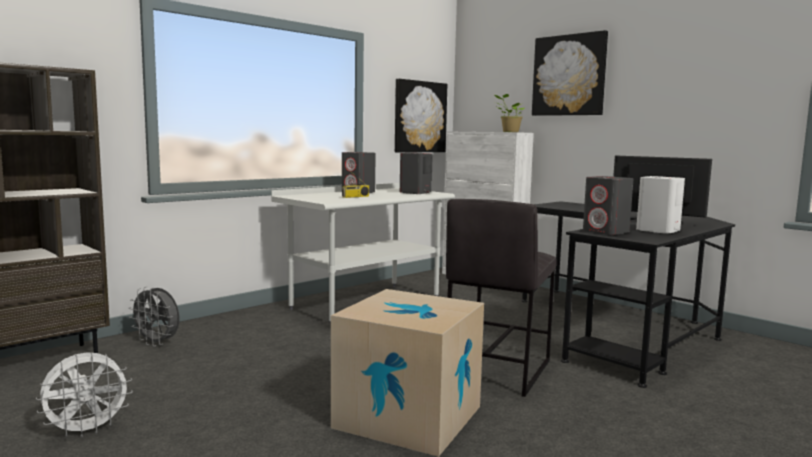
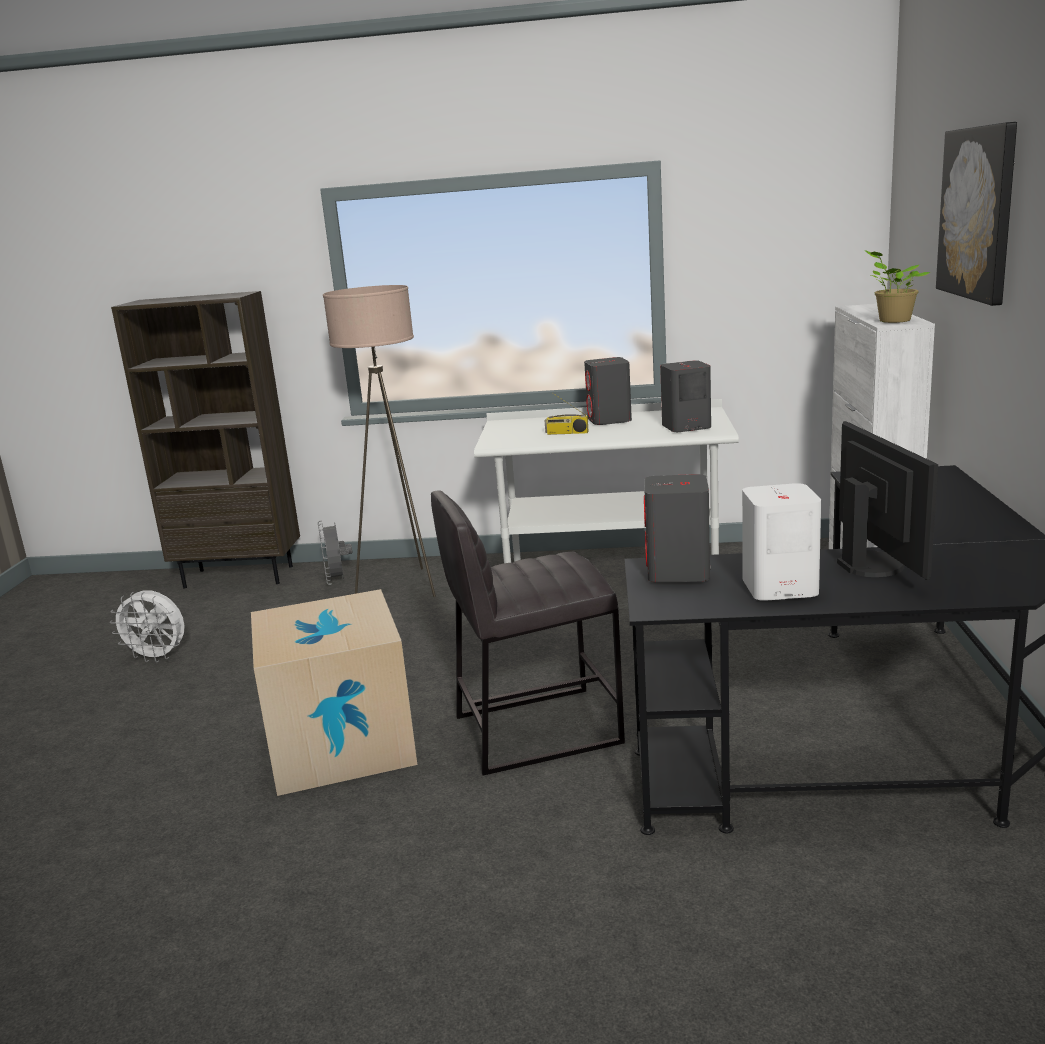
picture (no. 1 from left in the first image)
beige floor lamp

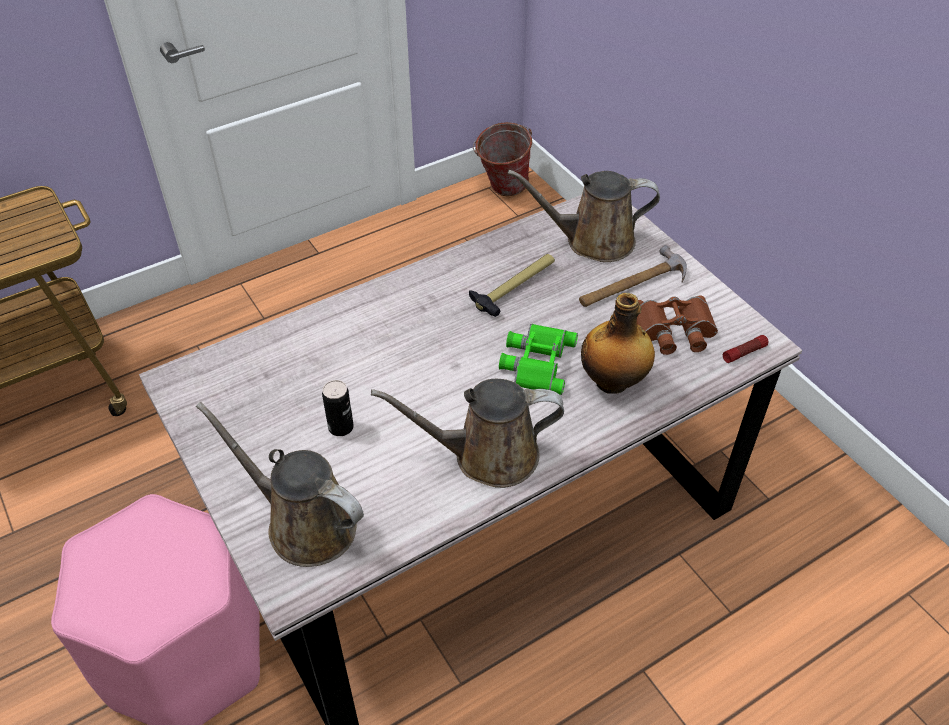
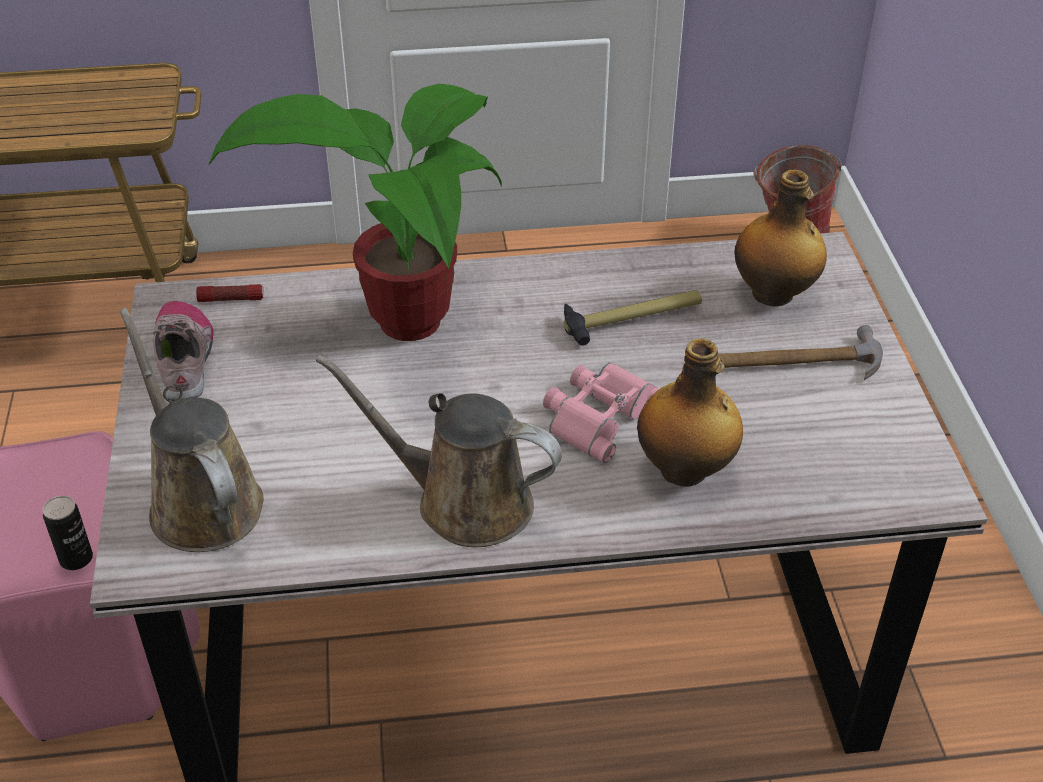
can
pink binoculars
bottle (no. 2 from left)
brown binoculars
flashlight
shoe
potted plant

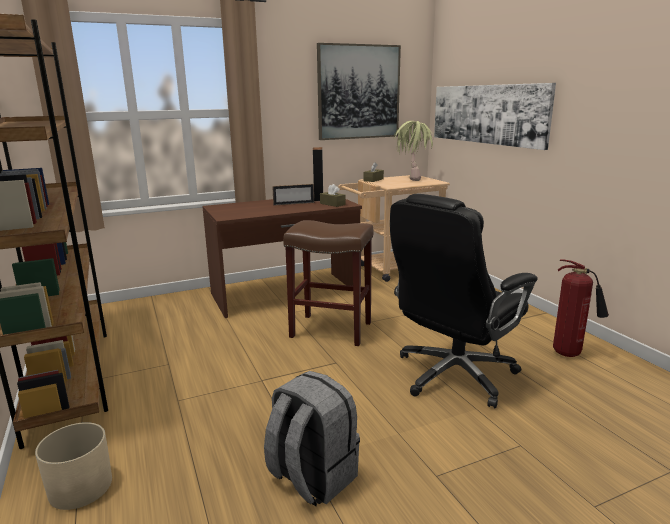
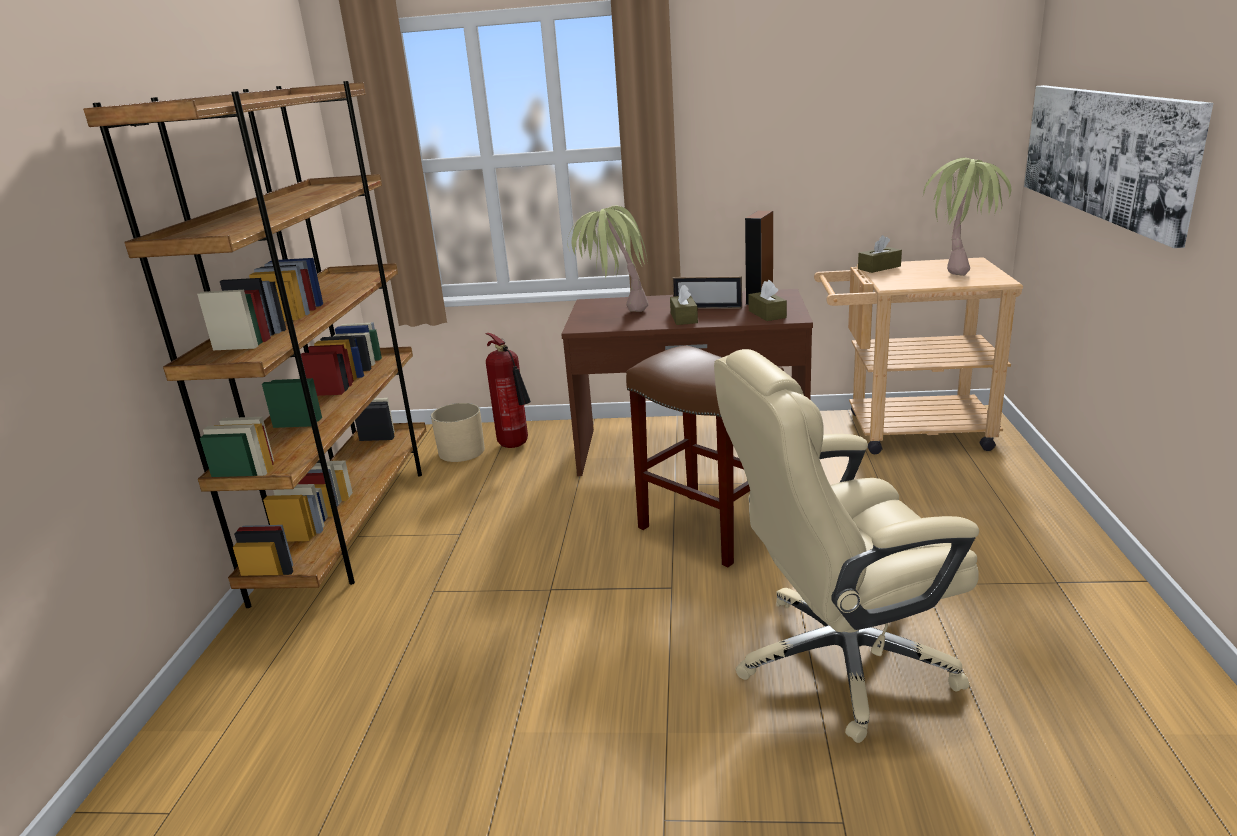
beige planter
grey backpack
picture (no. 1 from left in the first image)
beige office chair
fire extinguisher
potted plant (no. 1 from left)
brown tissue box (no. 1 from left)

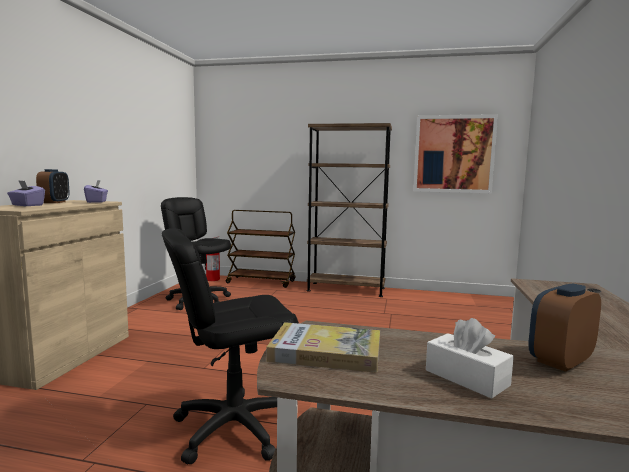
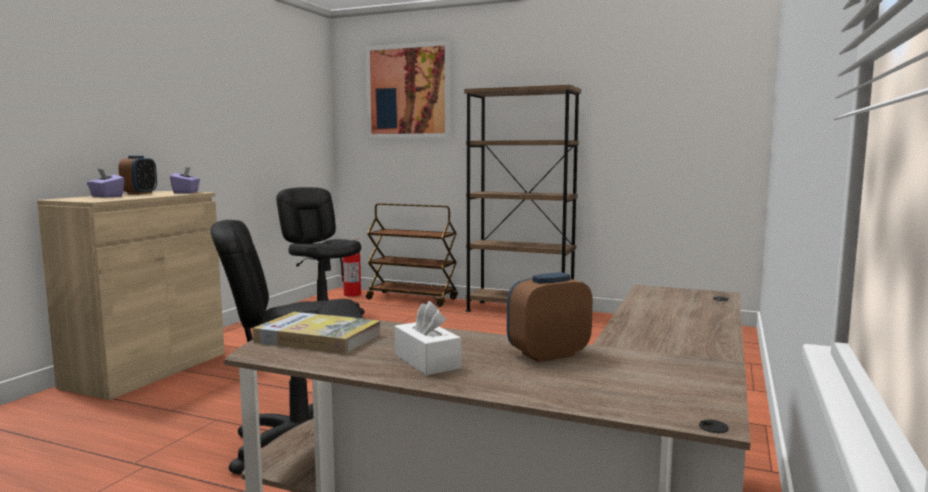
picture

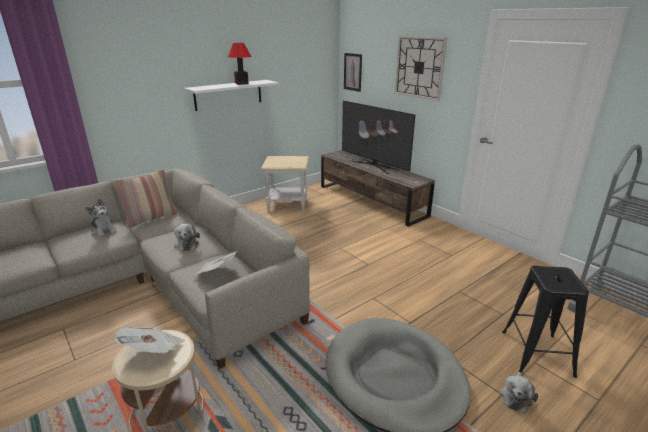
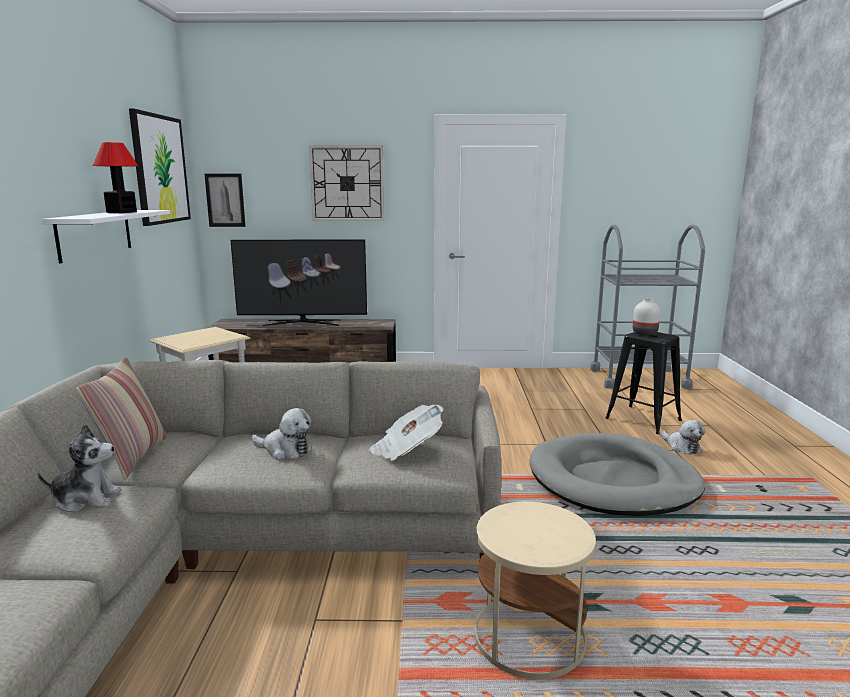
newspaper (no. 1 from left in the first image)
picture (no. 1 from left)
white vase

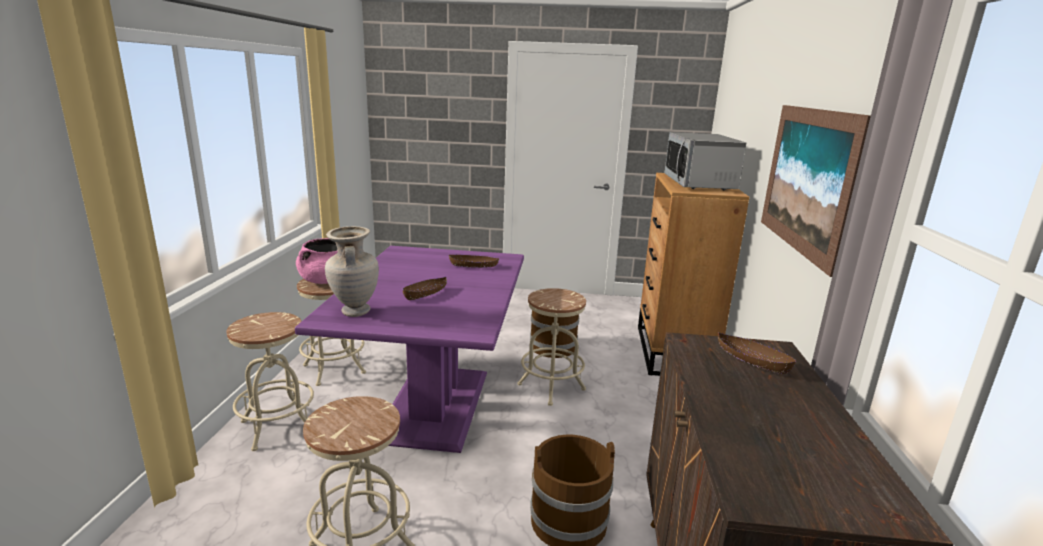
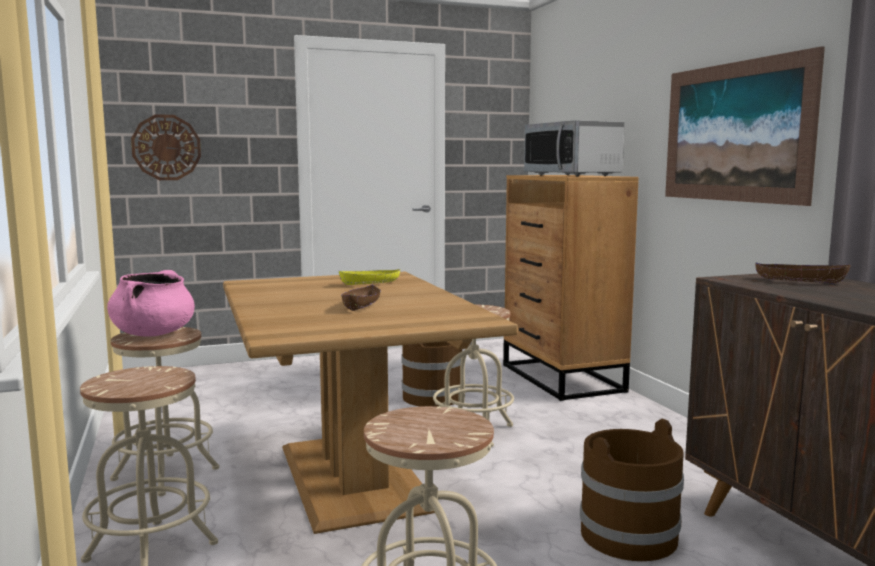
brown dining table
beige vase
yellow bowl
wall clock

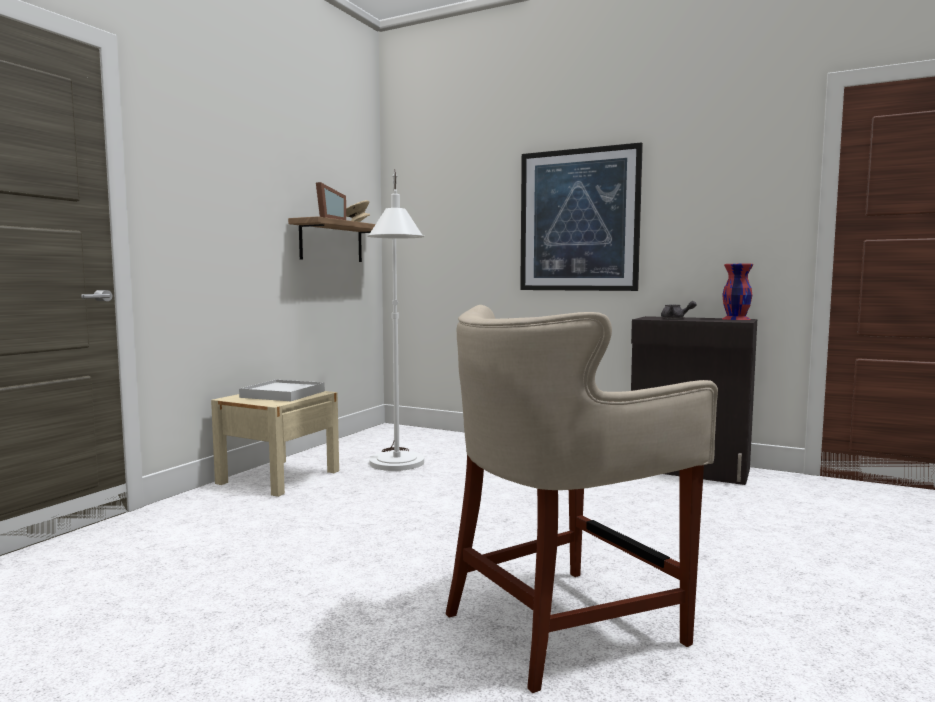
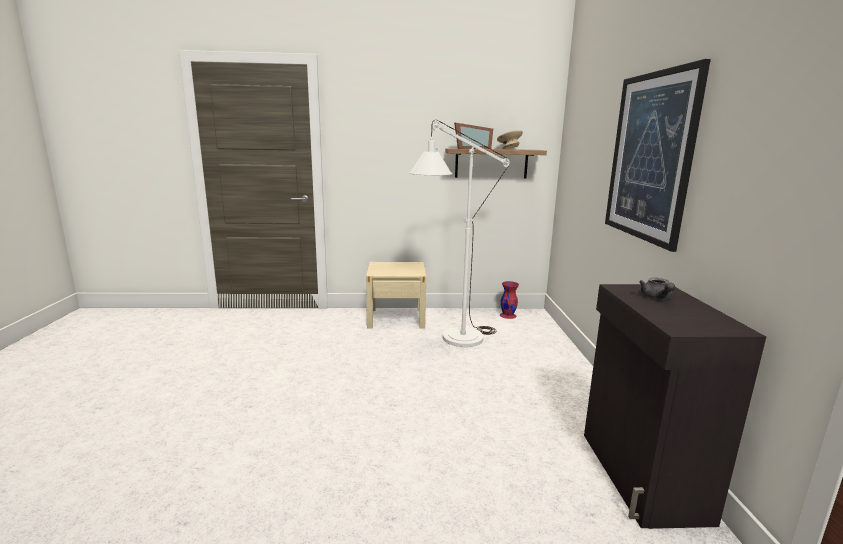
white tray
beige stool
red vase

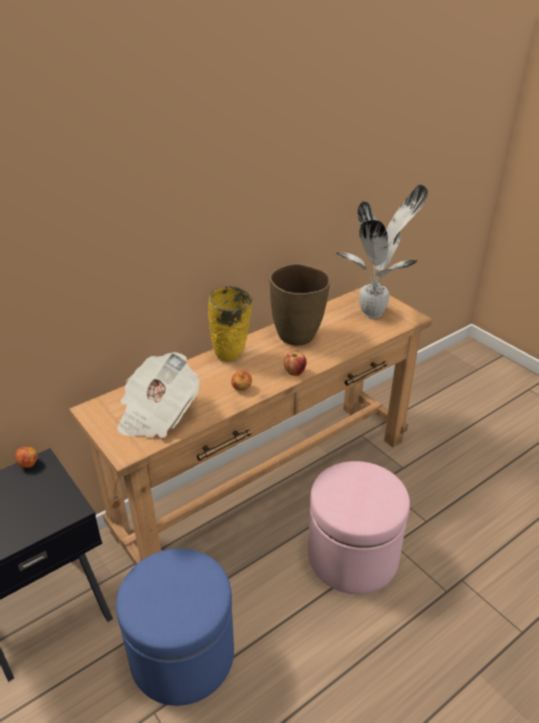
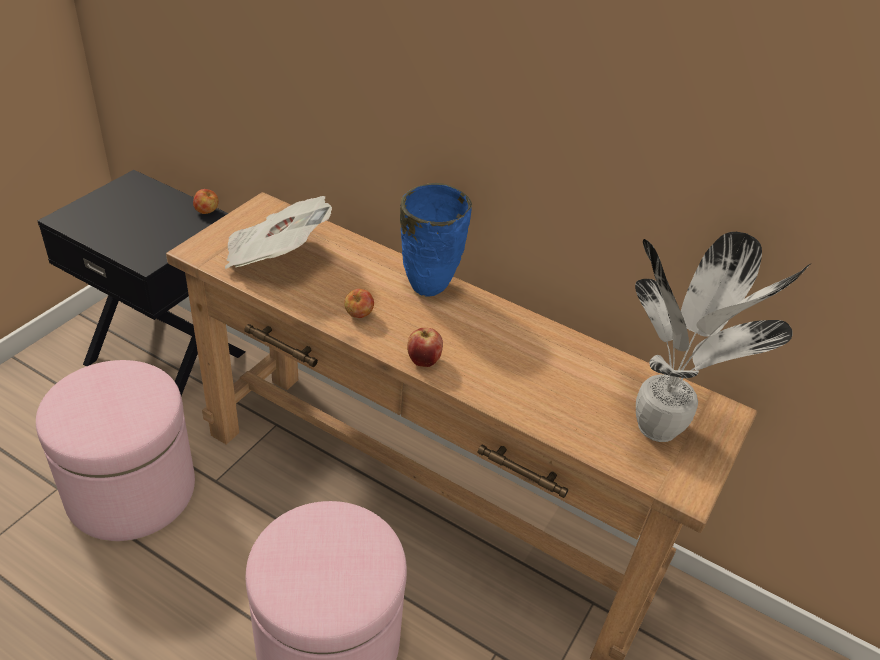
pink ottoman (no. 1 from left)
blue vase
brown vase

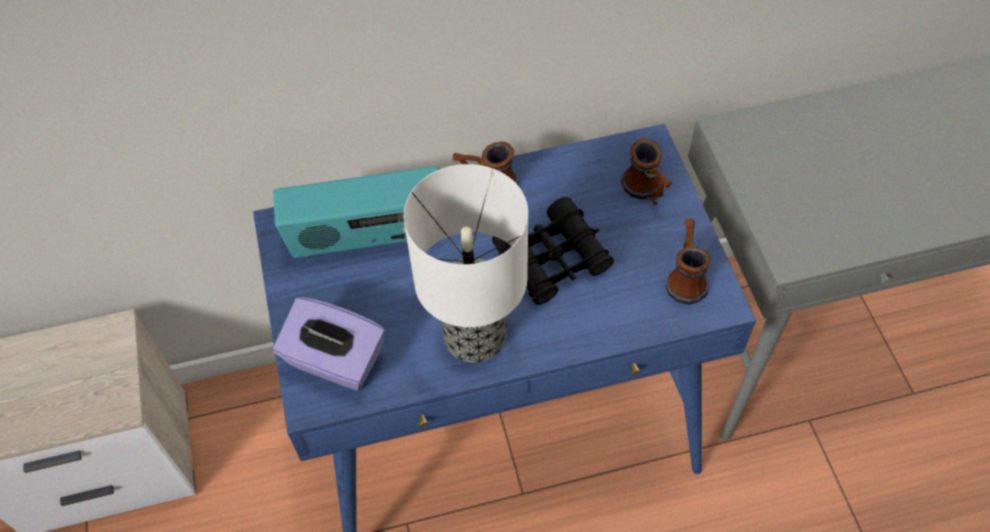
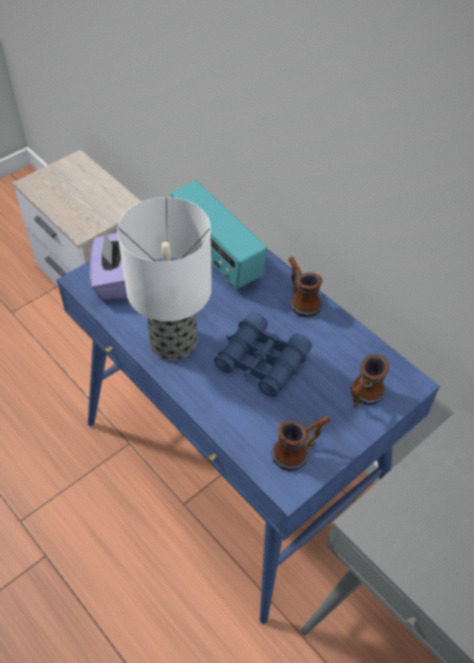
blue binoculars

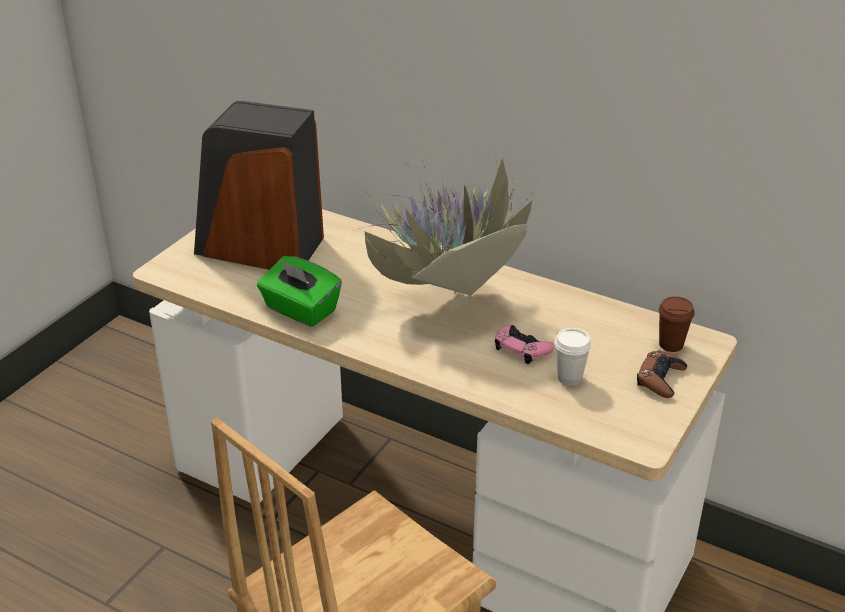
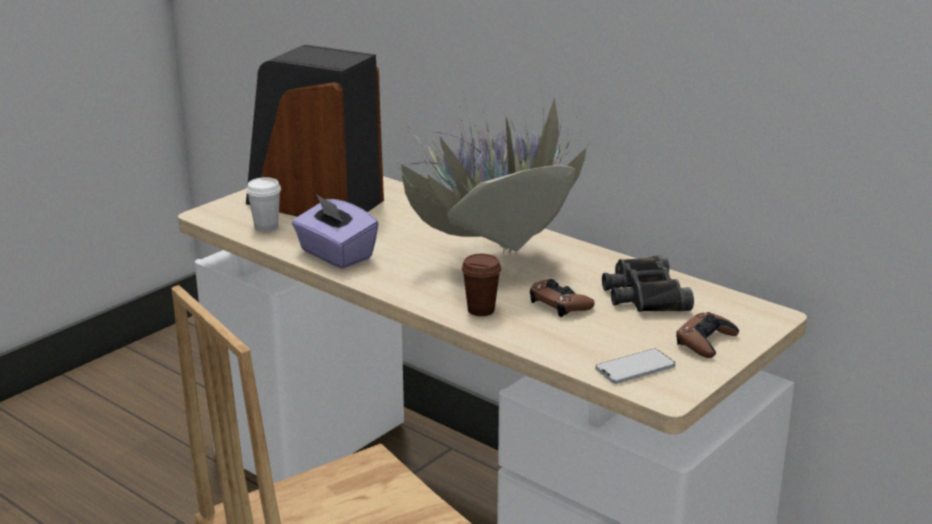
purple tissue box
brown game controller (no. 1 from left)
white cup
brown cup
phone
black binoculars

